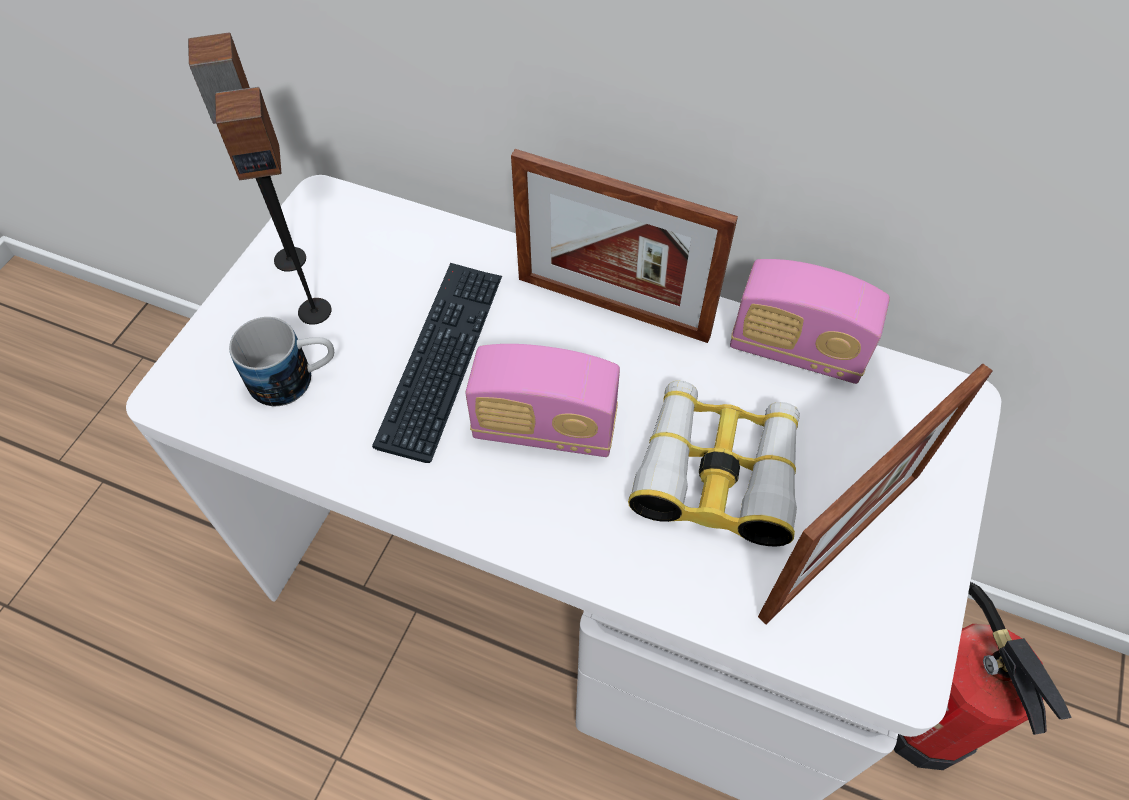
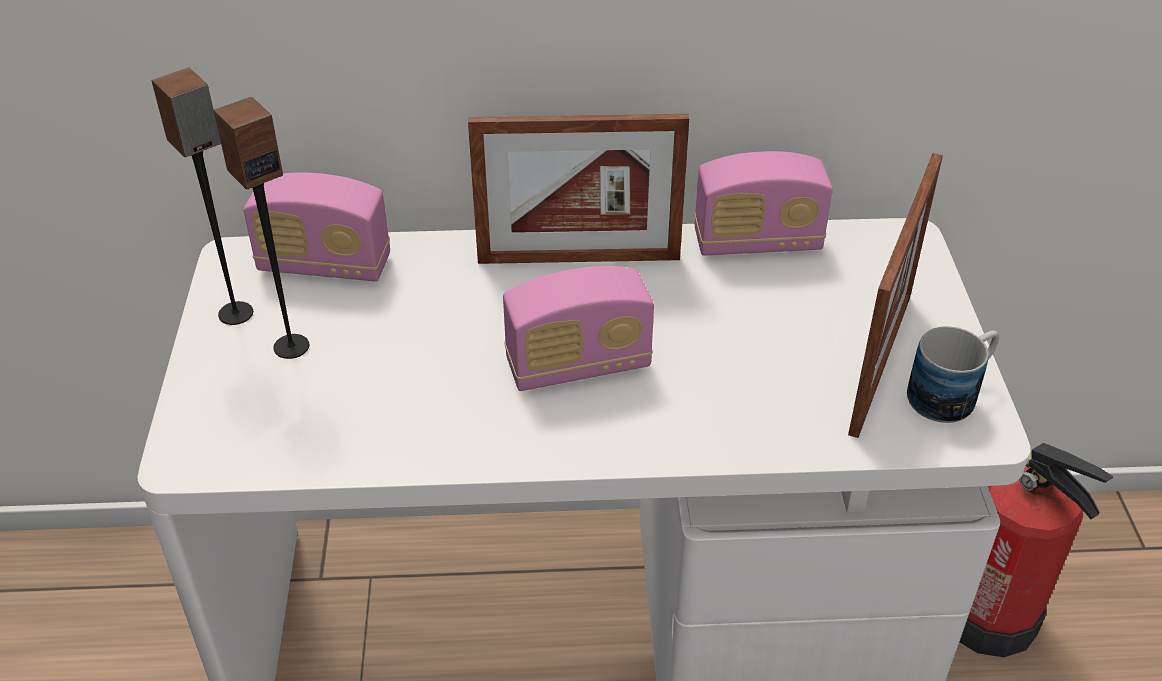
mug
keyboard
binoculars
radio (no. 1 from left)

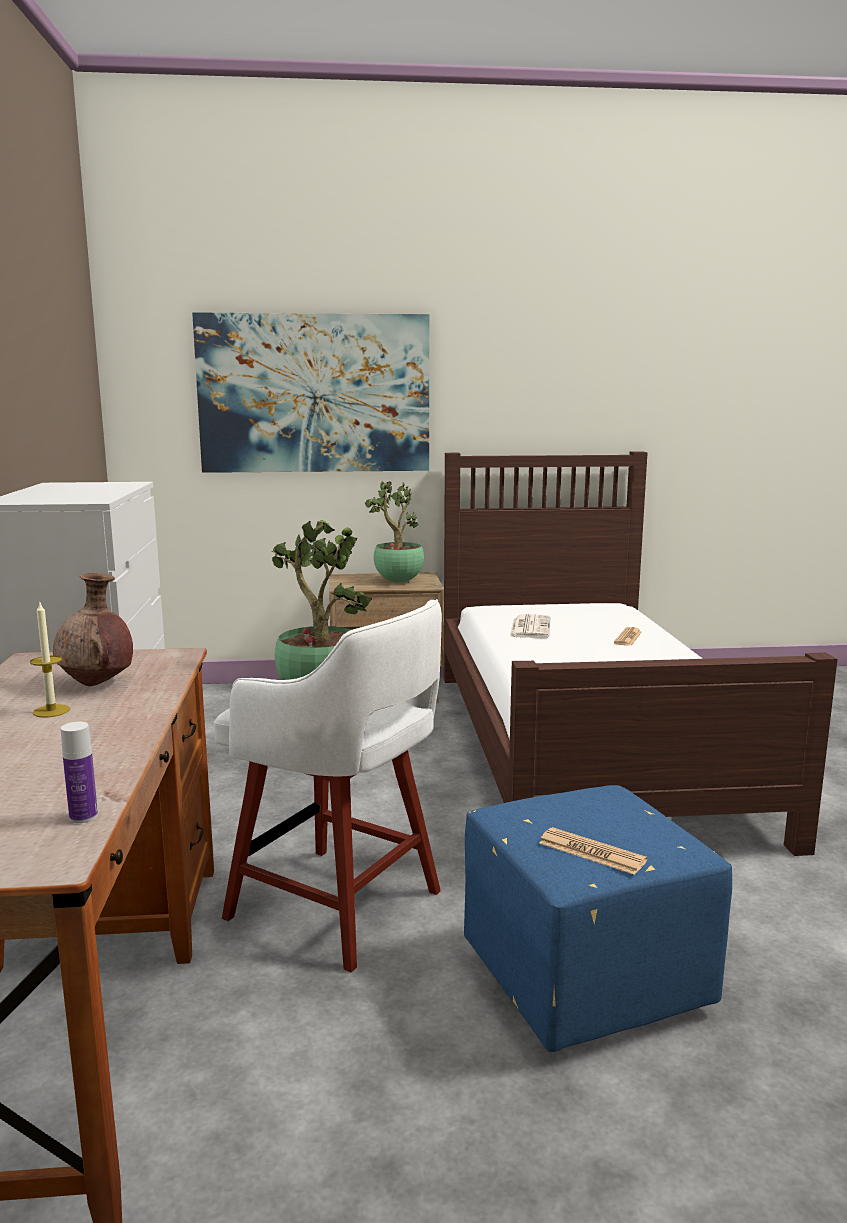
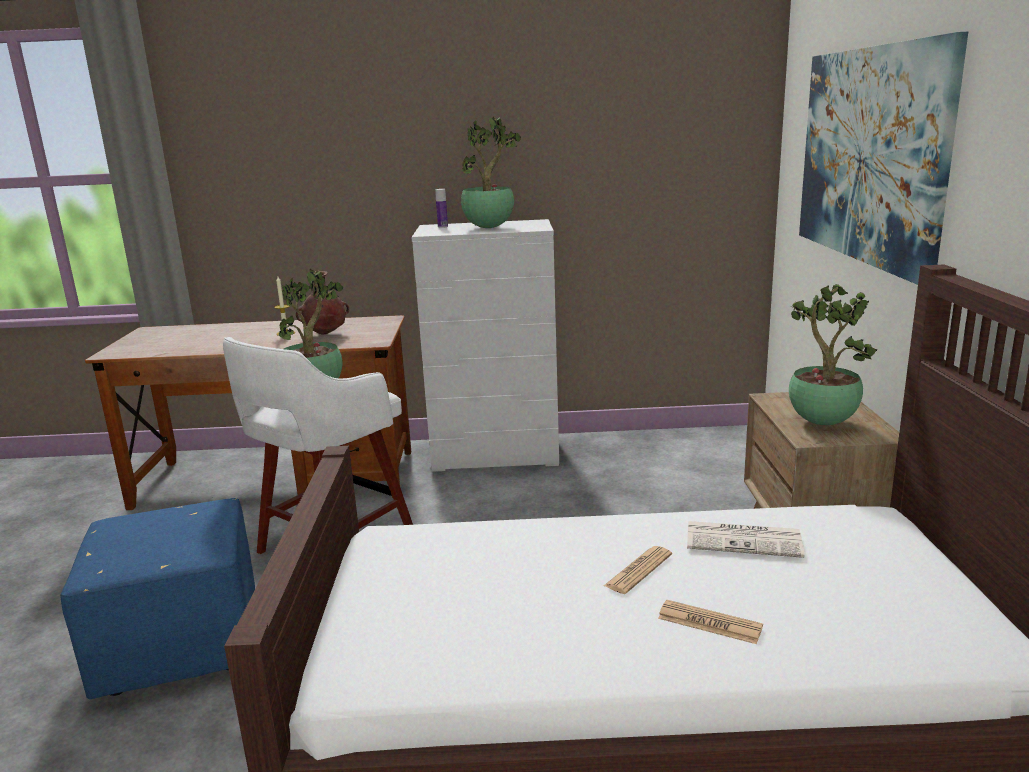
bottle
newspaper (no. 1 from left)
potted plant (no. 2 from left)

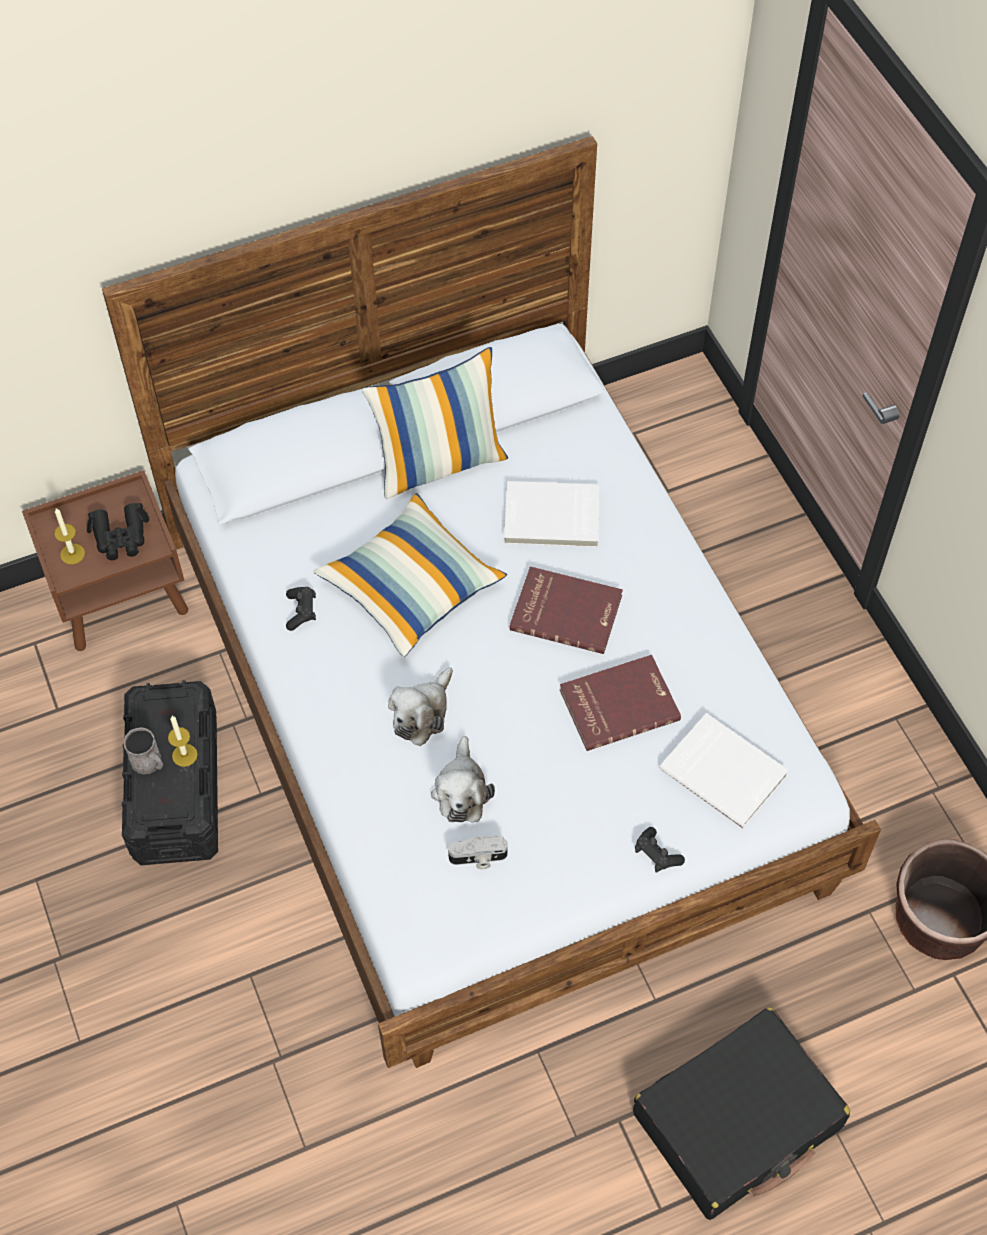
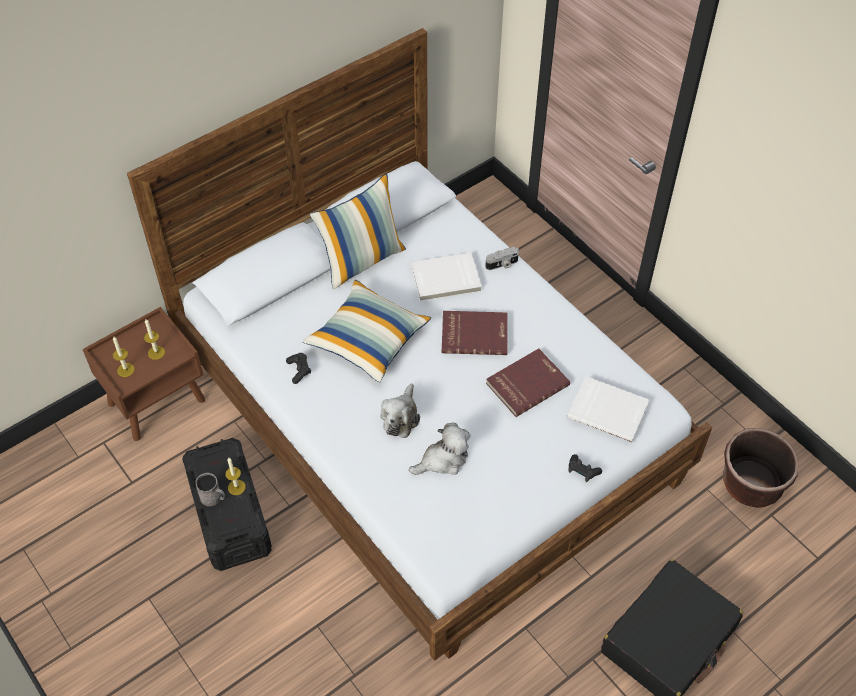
candle (no. 2 from left)
plush toy (no. 2 from left)
photo camera

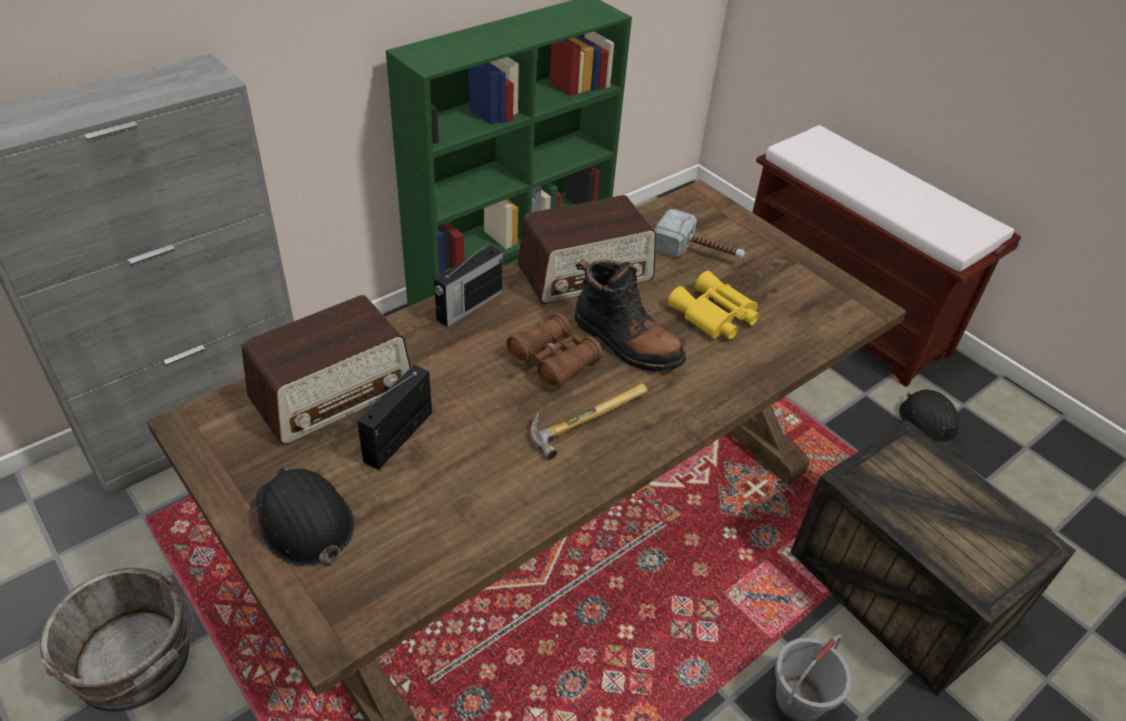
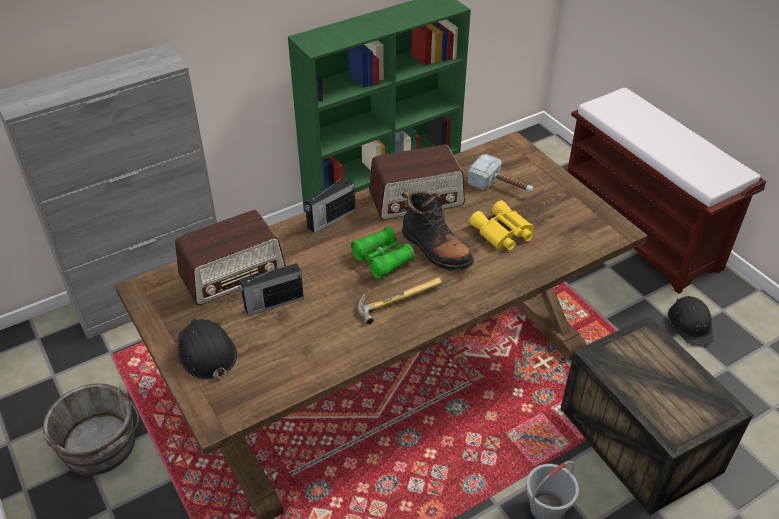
radio (no. 2 from left)
green binoculars

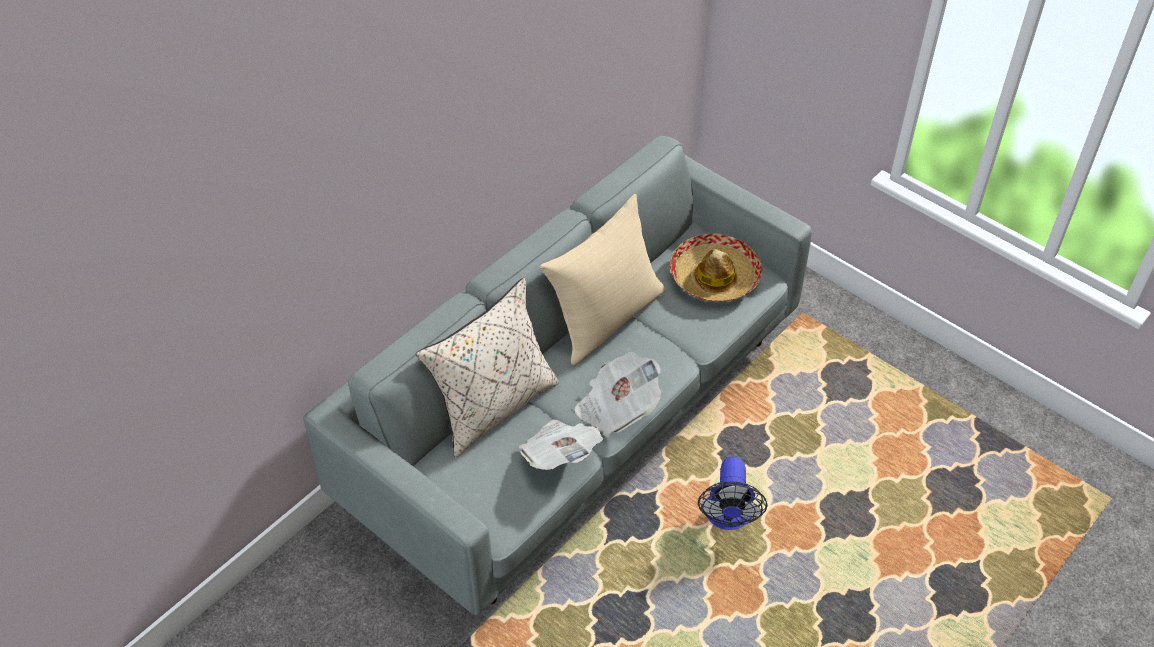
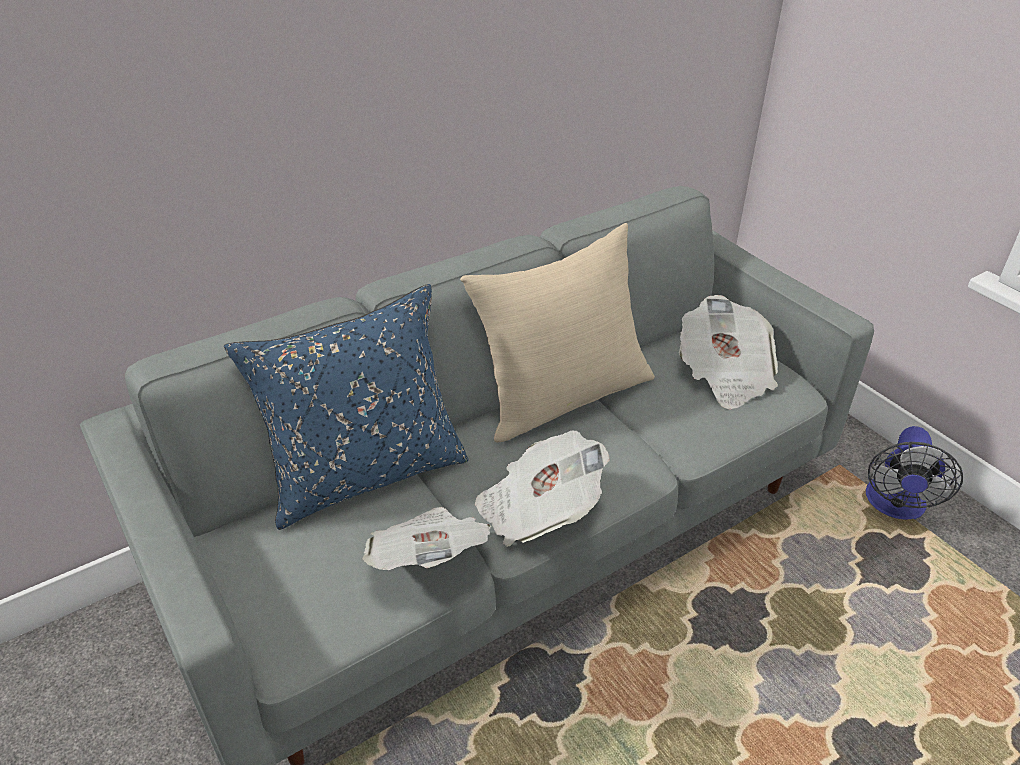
blue pillow
newspaper (no. 3 from left)
fan

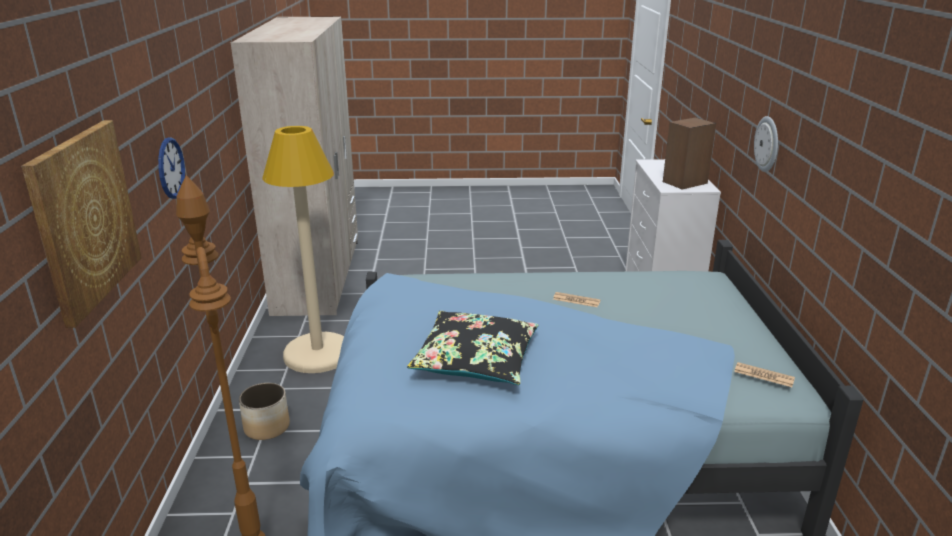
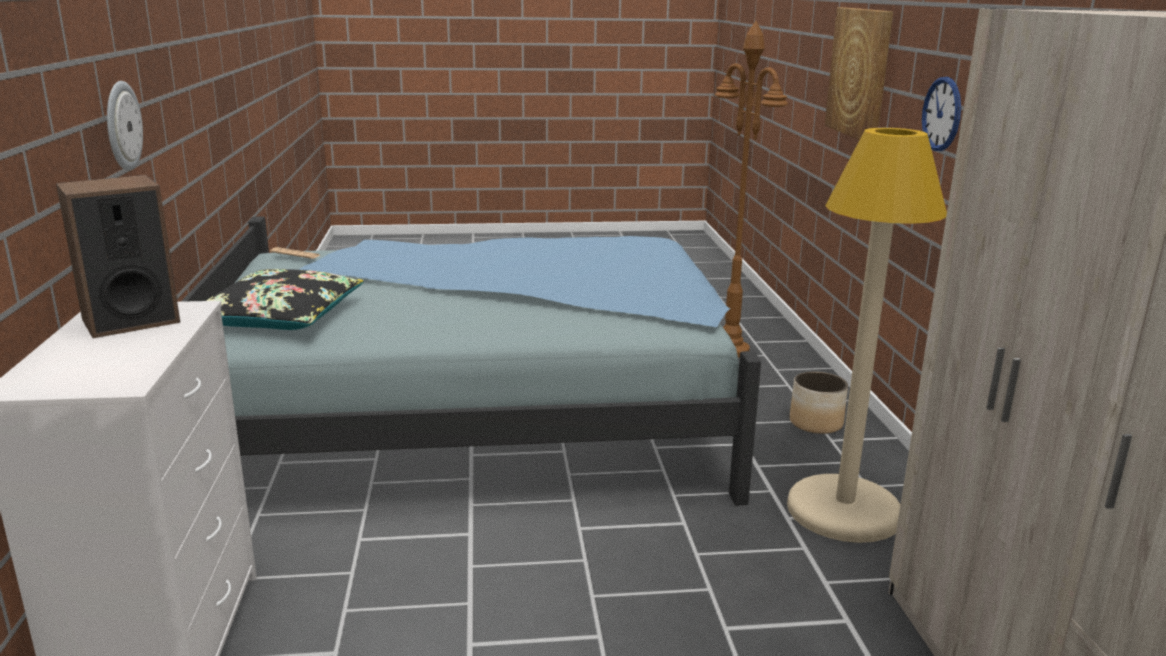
black pillow
newspaper (no. 1 from left in the first image)

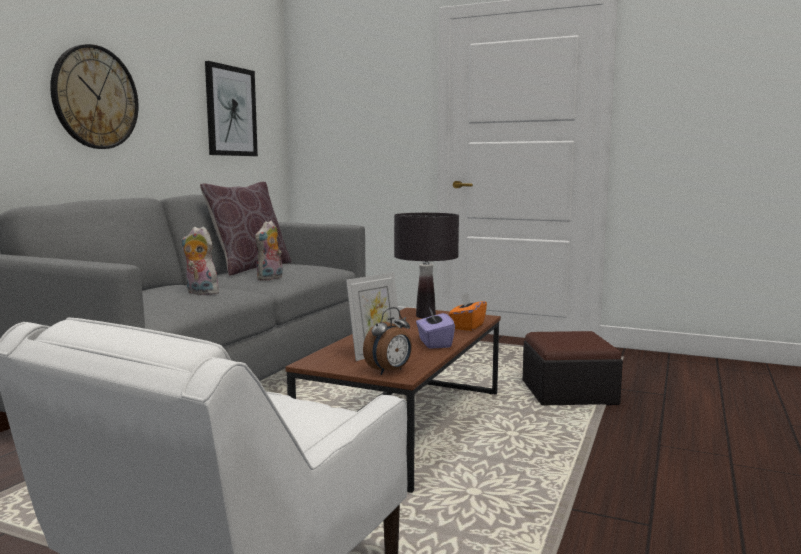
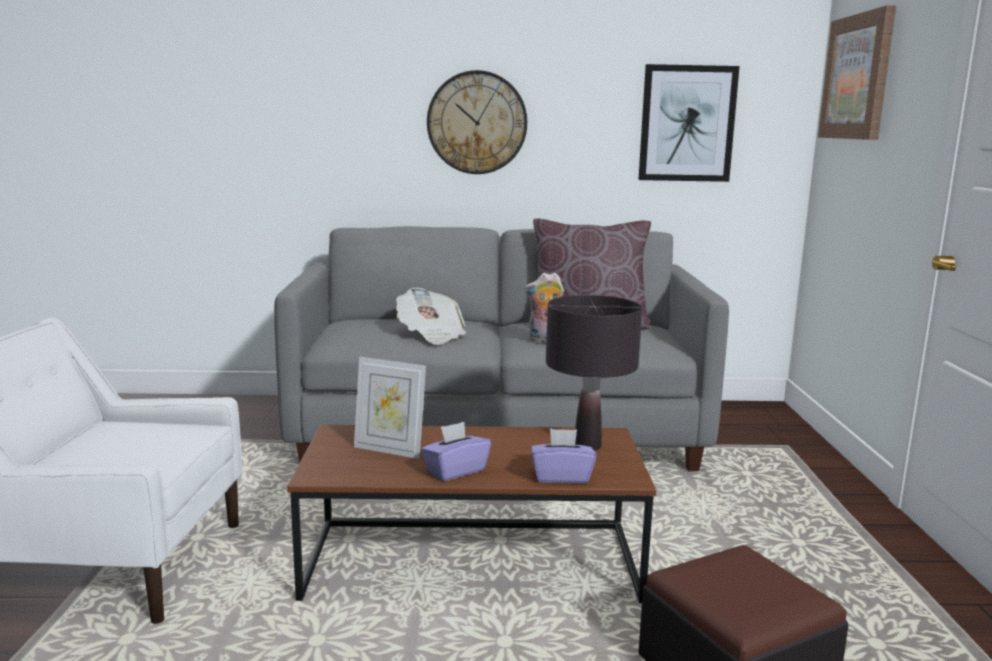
newspaper
alarm clock
purple tissue box (no. 2 from left)
picture (no. 2 from left)

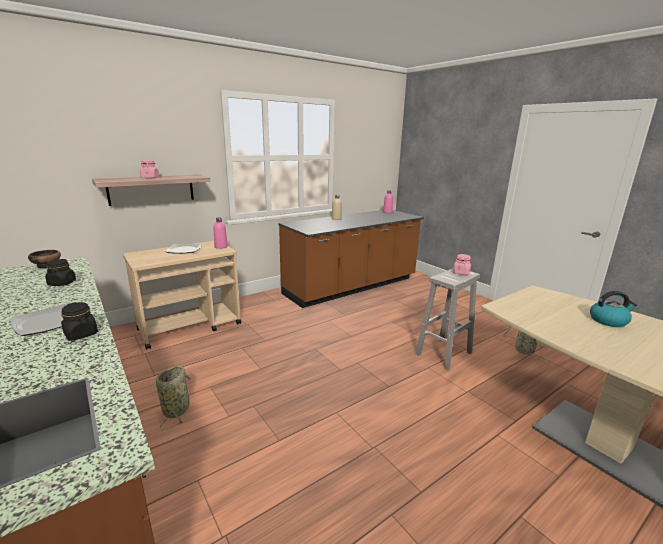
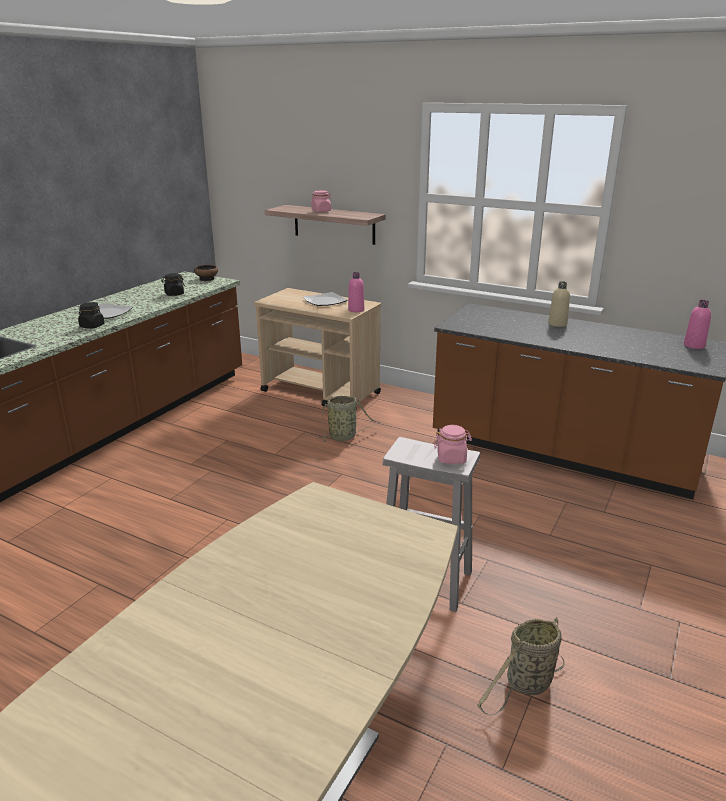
basket (no. 1 from left)
kettle

